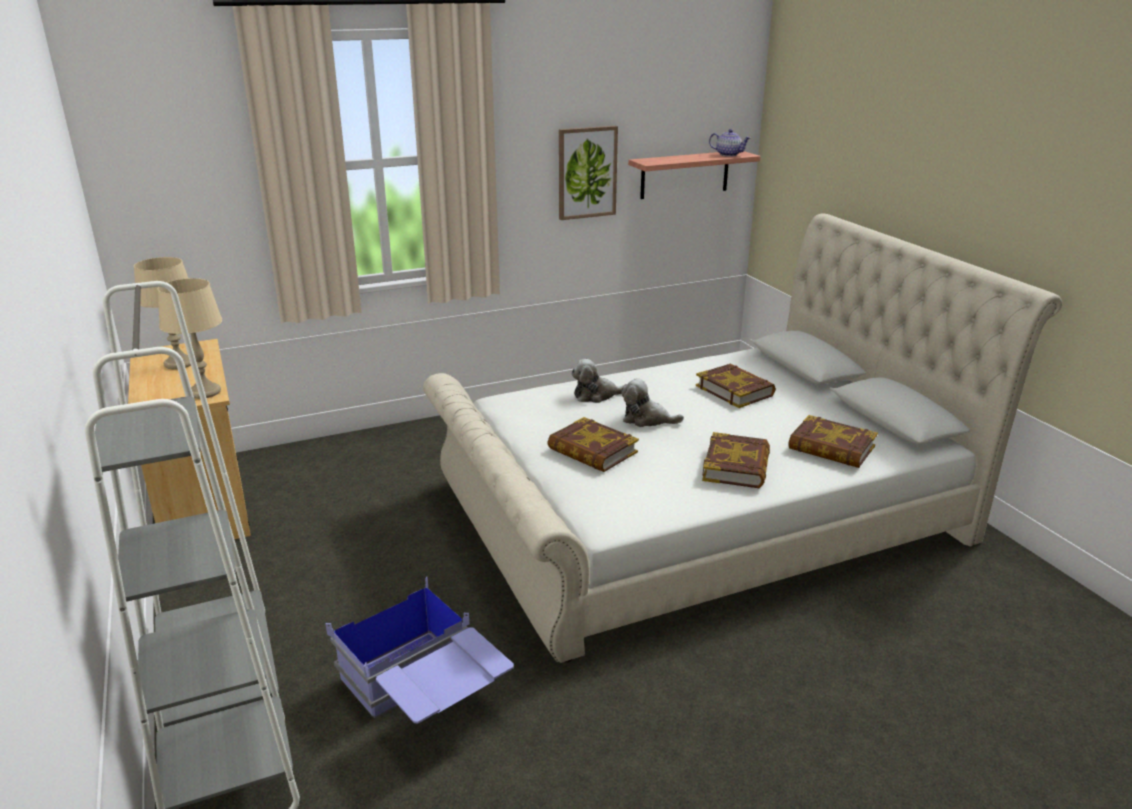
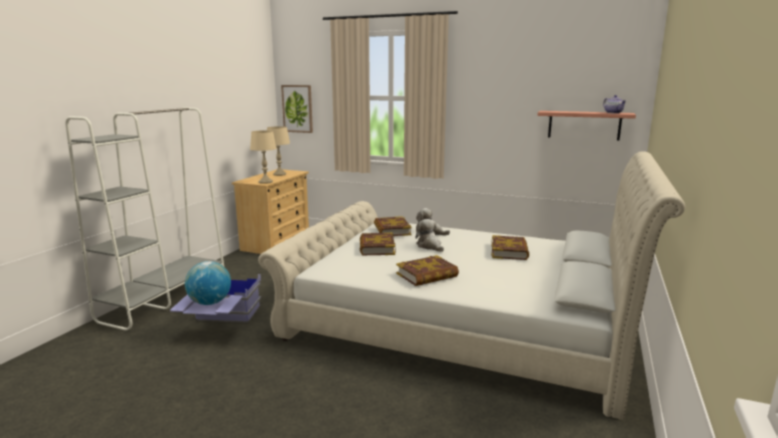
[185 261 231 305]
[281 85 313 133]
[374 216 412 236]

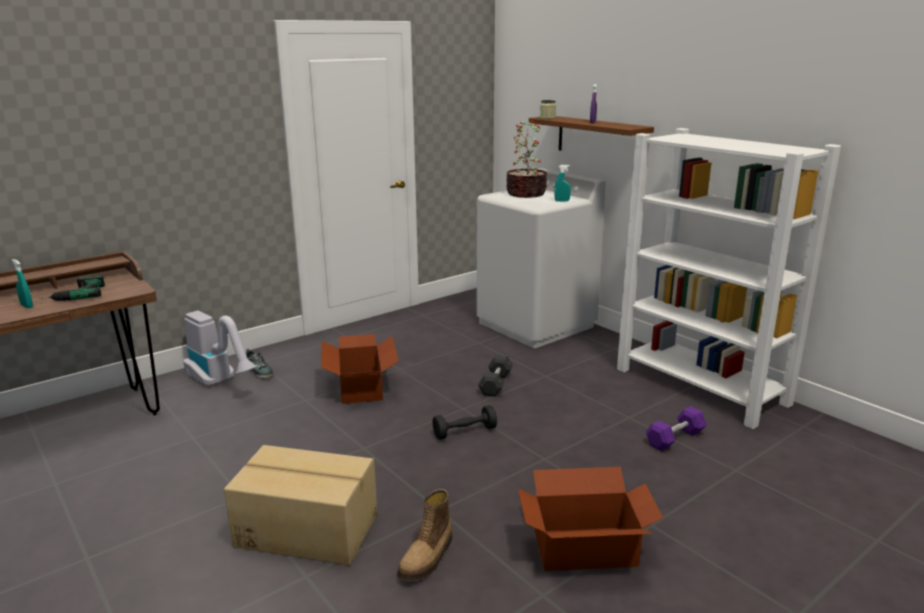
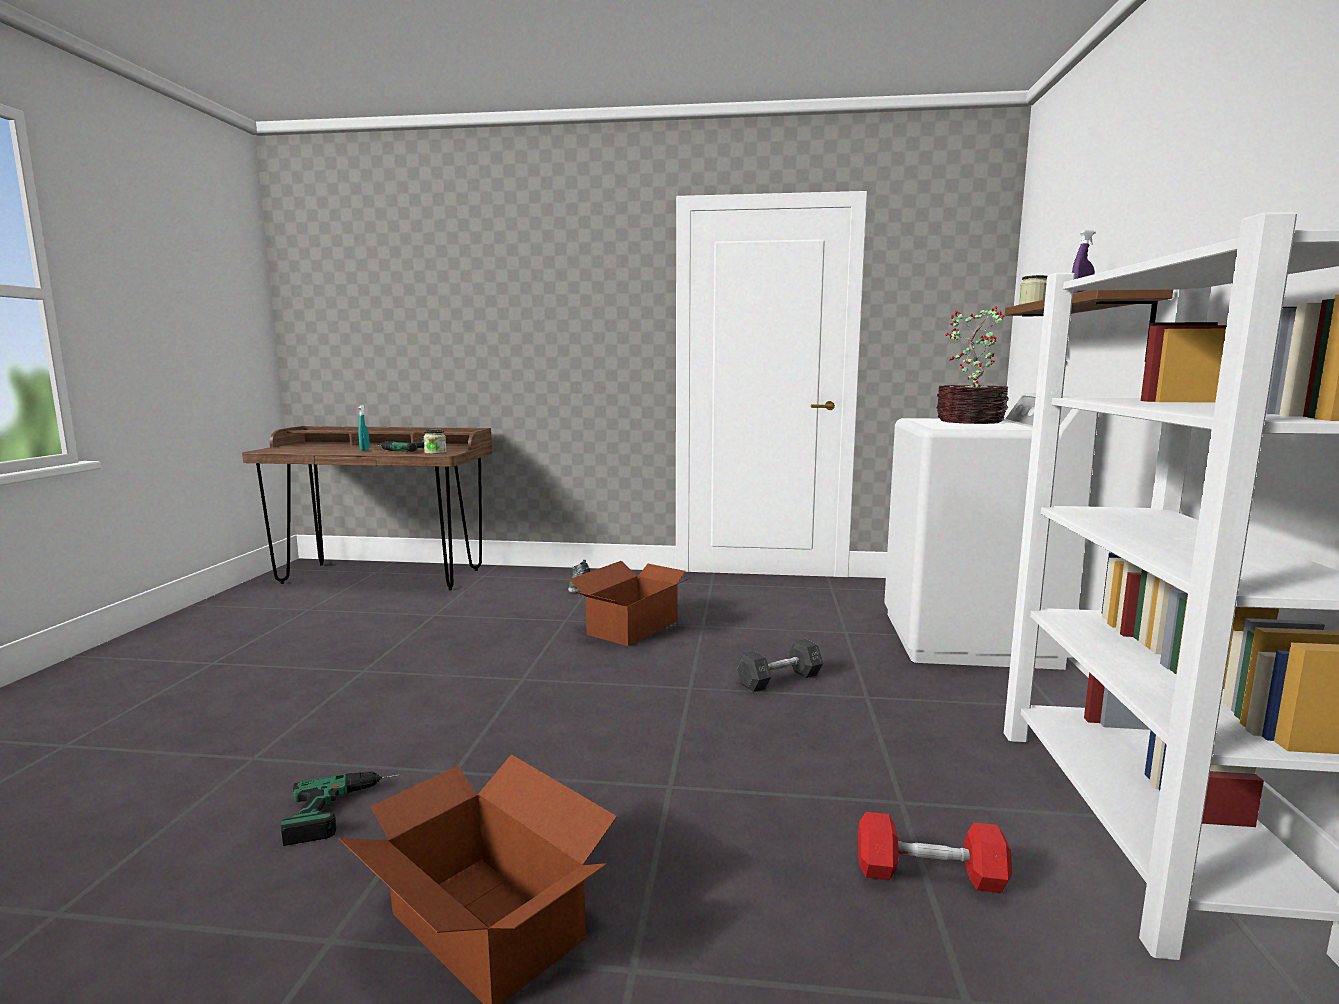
[183 311 258 387] (first image)
[224 445 377 565] (first image)
[433 405 497 440] (first image)
[554 165 571 202] (first image)
[424 430 447 454]
[281 772 399 846]
[858 812 1012 893]

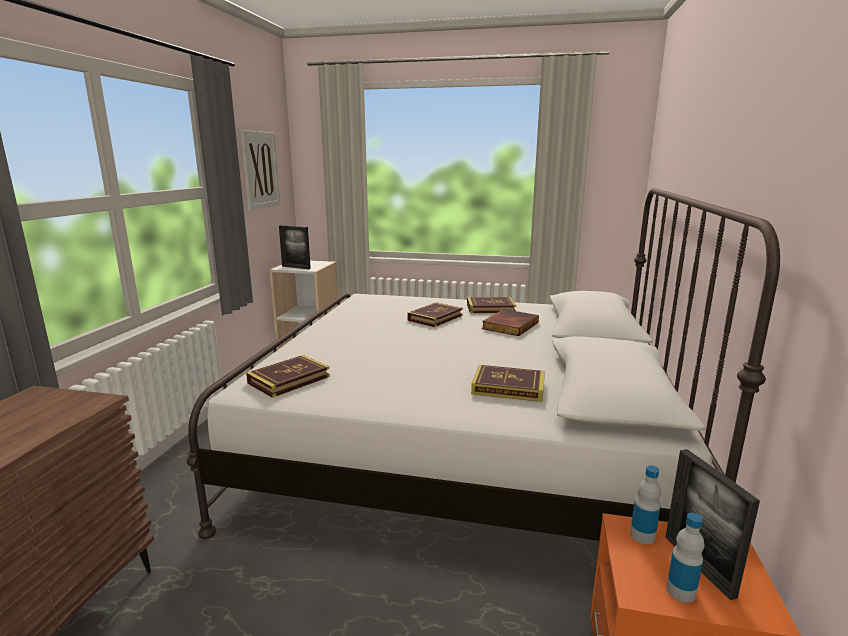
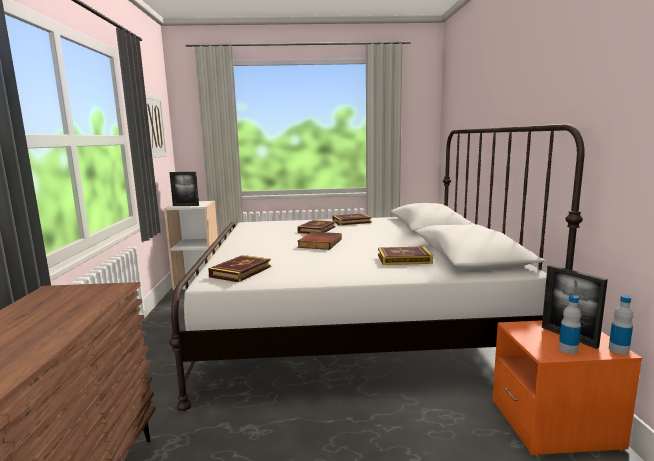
[297 232 342 250]
[609 295 633 355]

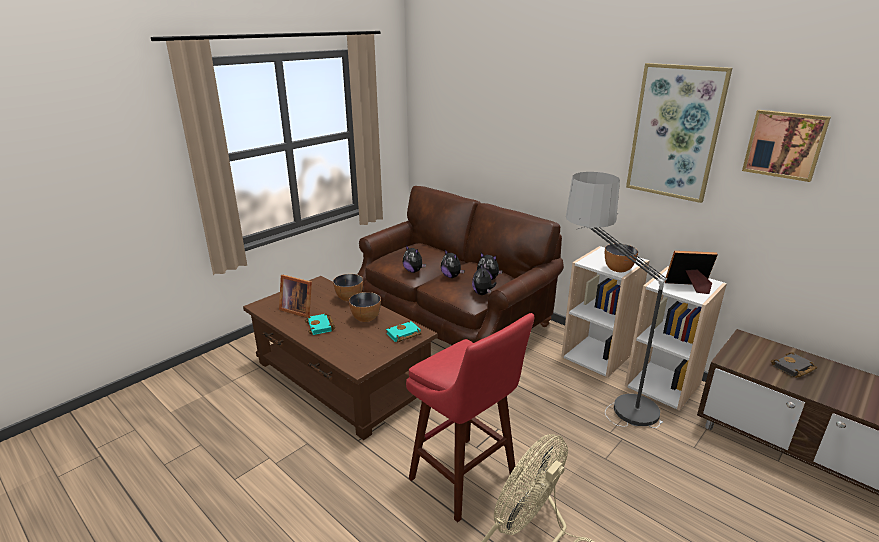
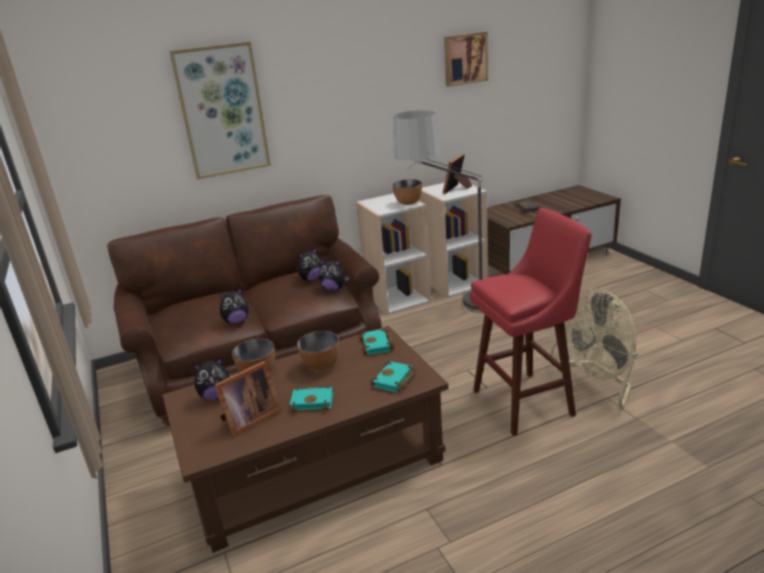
[370 361 416 392]
[194 357 233 400]
[169 41 271 179]

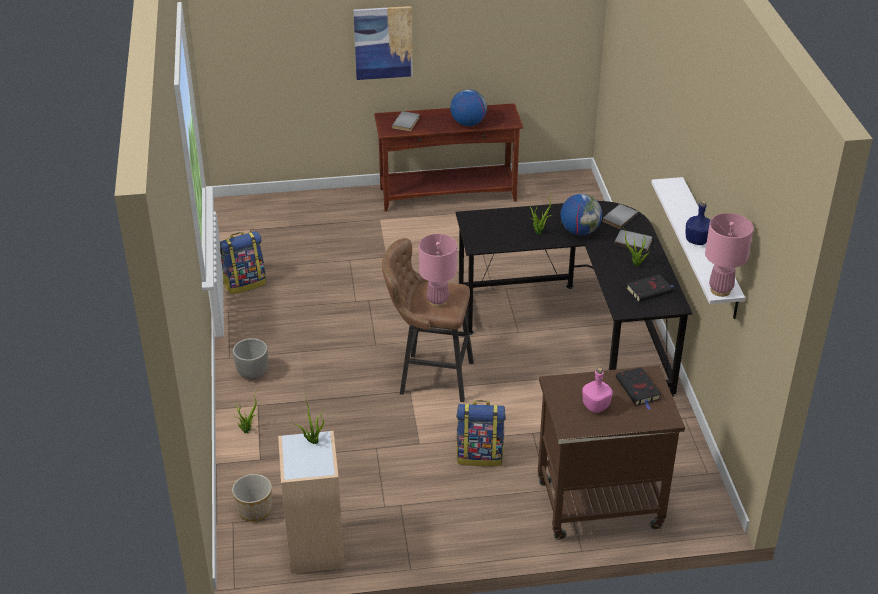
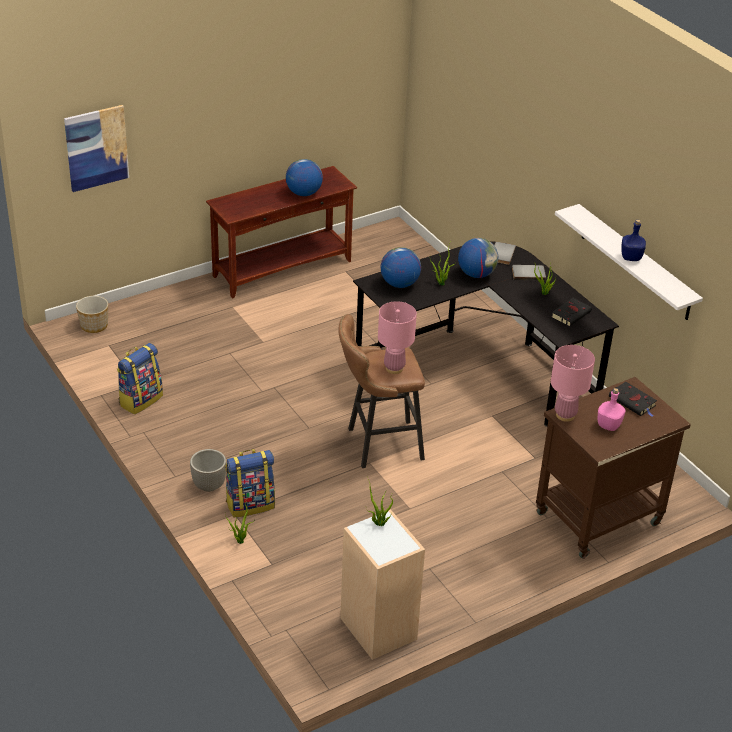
[392 111 420 131] (first image)
[381 247 421 288]
[76 296 108 333]
[64 105 129 192]
[226 449 275 517]
[551 345 595 422]

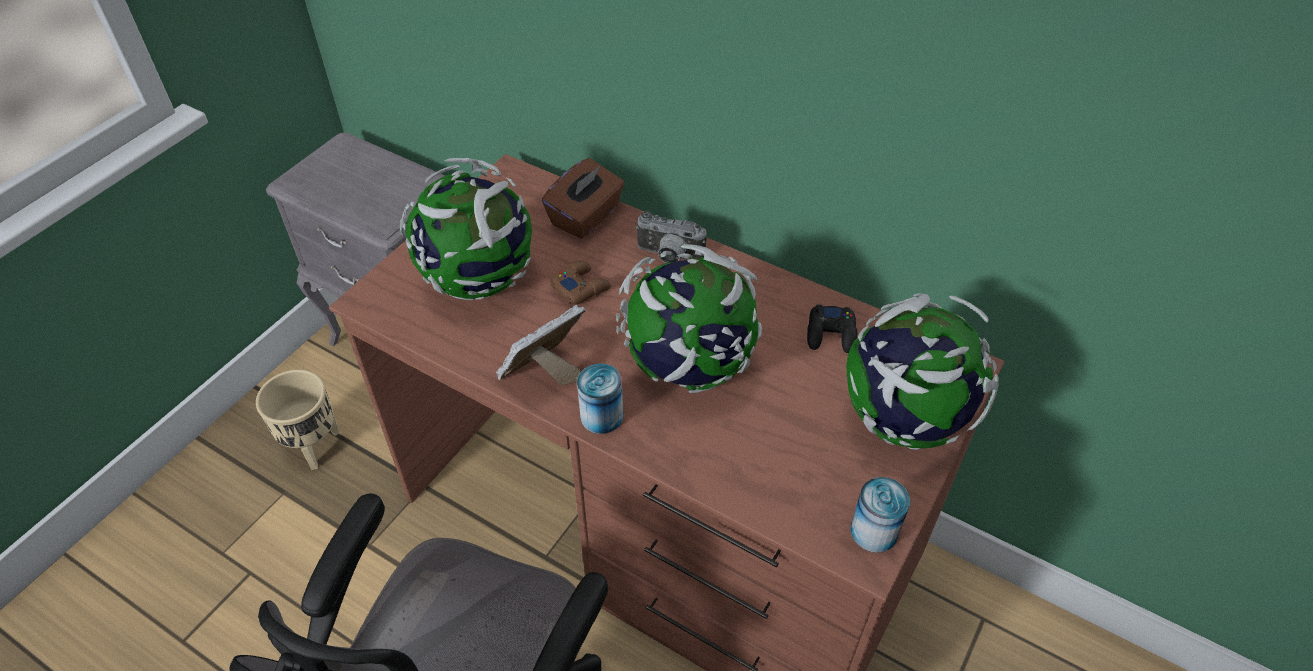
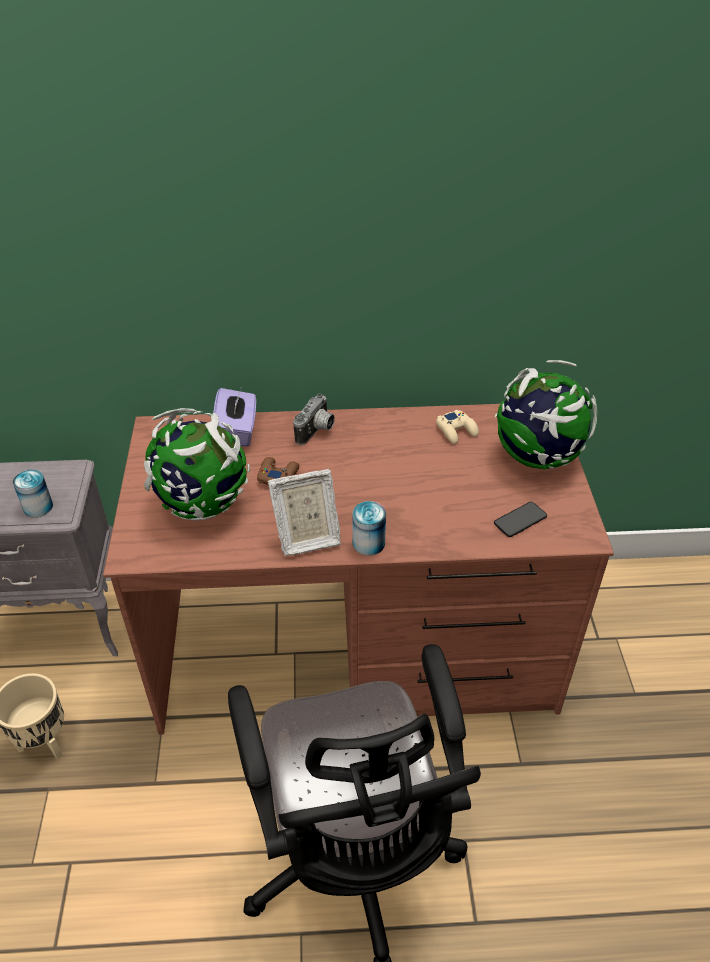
[616 244 762 393] (first image)
[494 502 547 537]
[13 470 53 518]
[213 388 256 447]
[436 410 479 444]
[268 469 341 556]
[293 394 335 445]

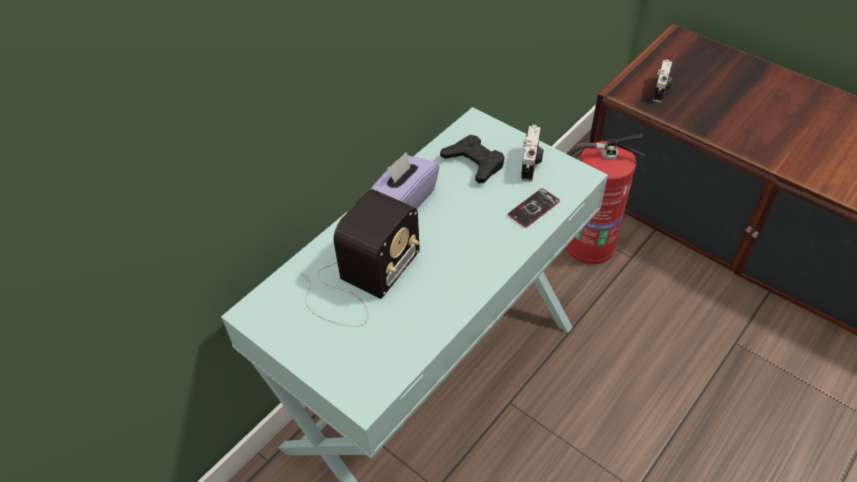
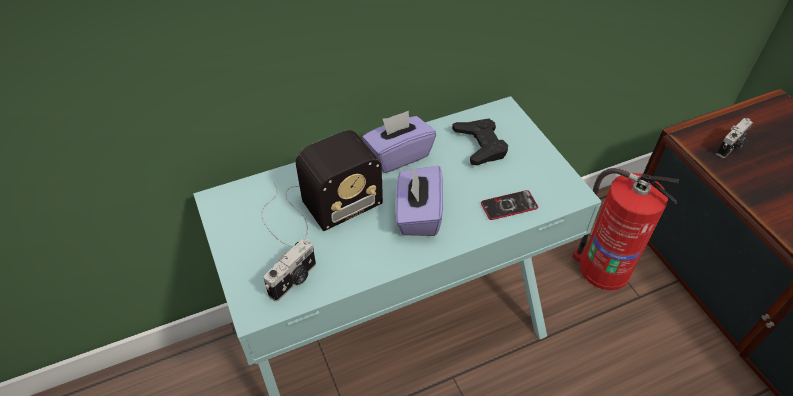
[396 166 443 236]
[263 239 316 302]

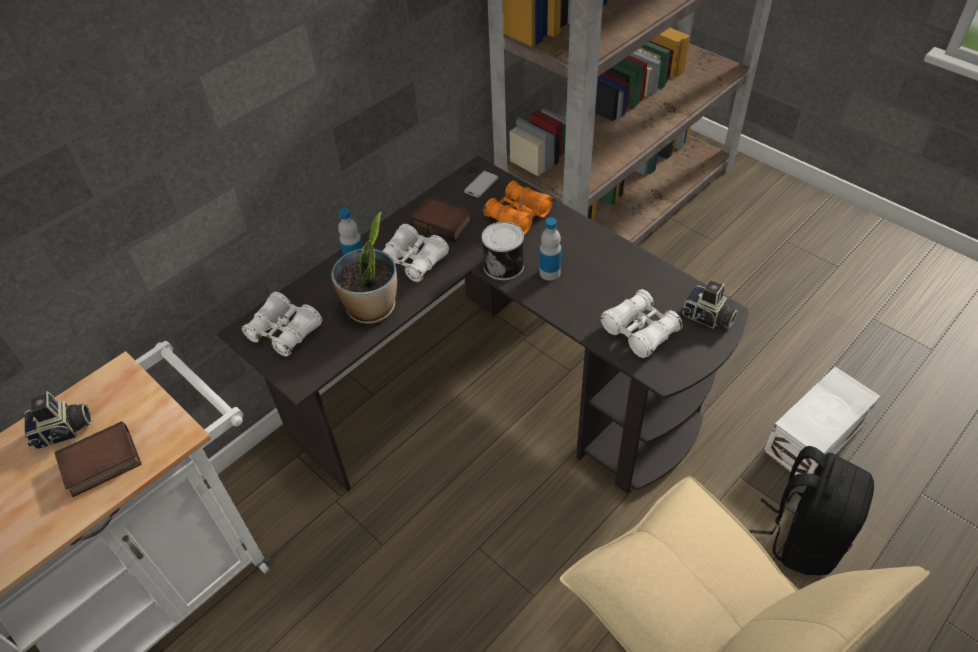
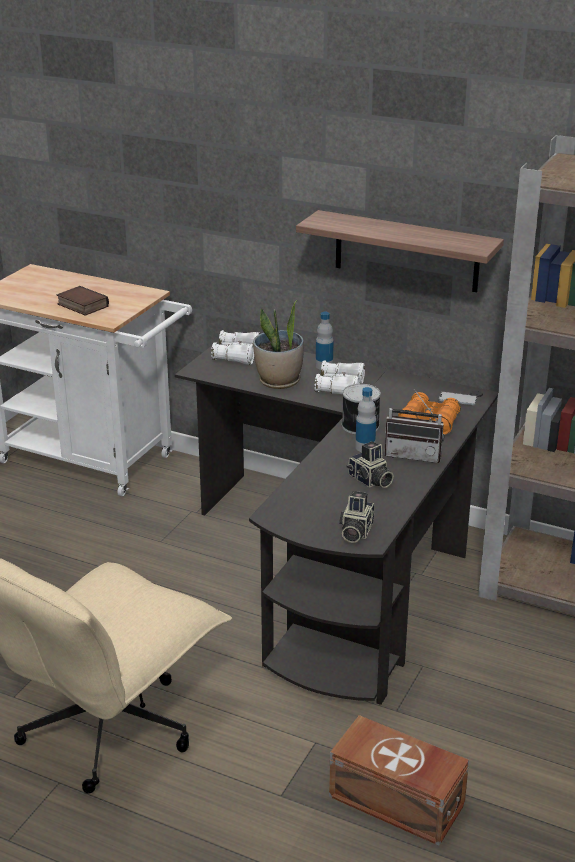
[410 198 471 242] (first image)
[600 289 683 358] (first image)
[750 446 874 575] (first image)
[296 210 504 292]
[385 389 445 463]
[347 441 394 488]
[329 715 469 846]

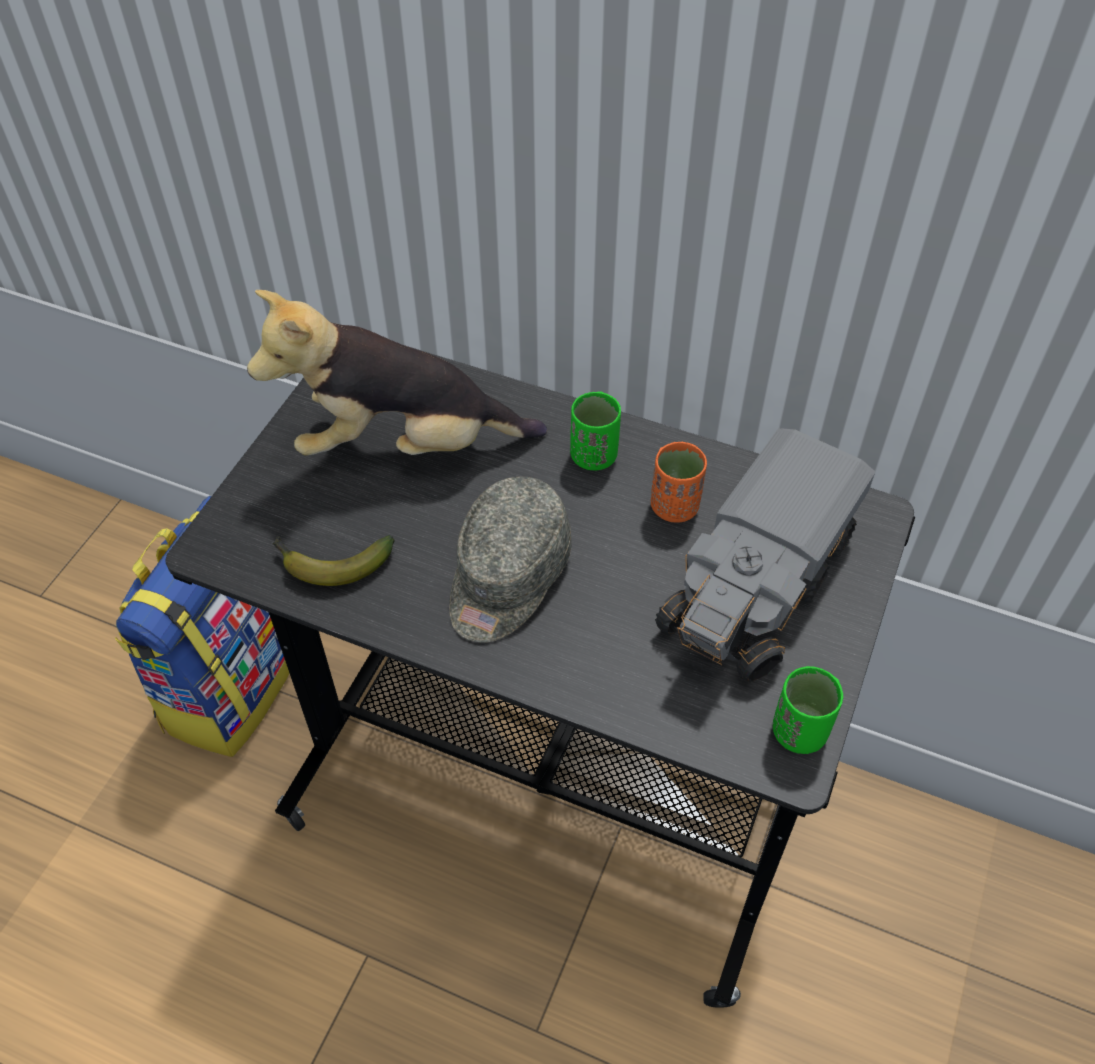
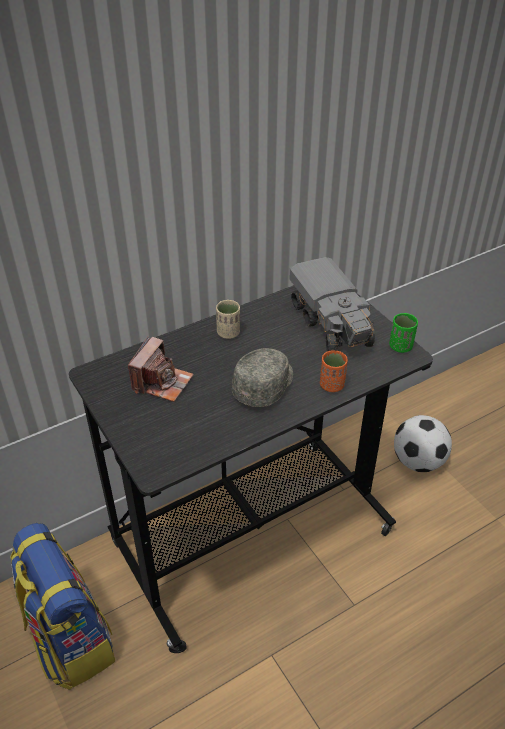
[272 535 394 586] (first image)
[394 415 452 472]
[320 351 348 392]
[128 336 194 402]
[216 300 240 339]
[232 348 293 407]

